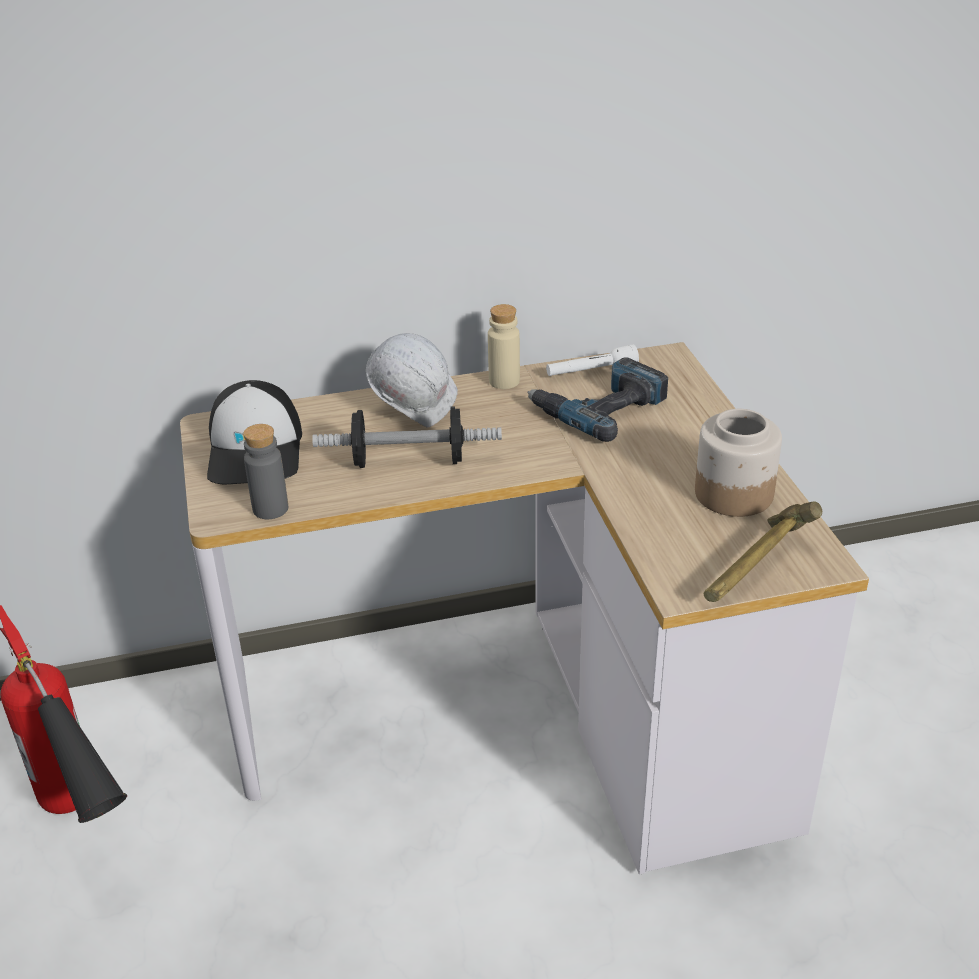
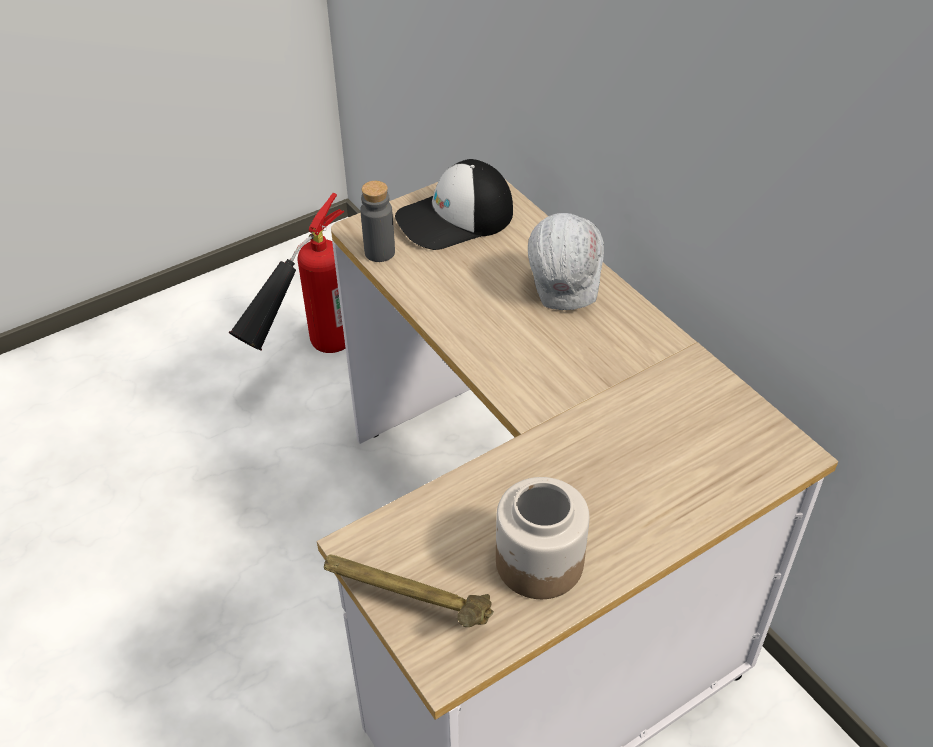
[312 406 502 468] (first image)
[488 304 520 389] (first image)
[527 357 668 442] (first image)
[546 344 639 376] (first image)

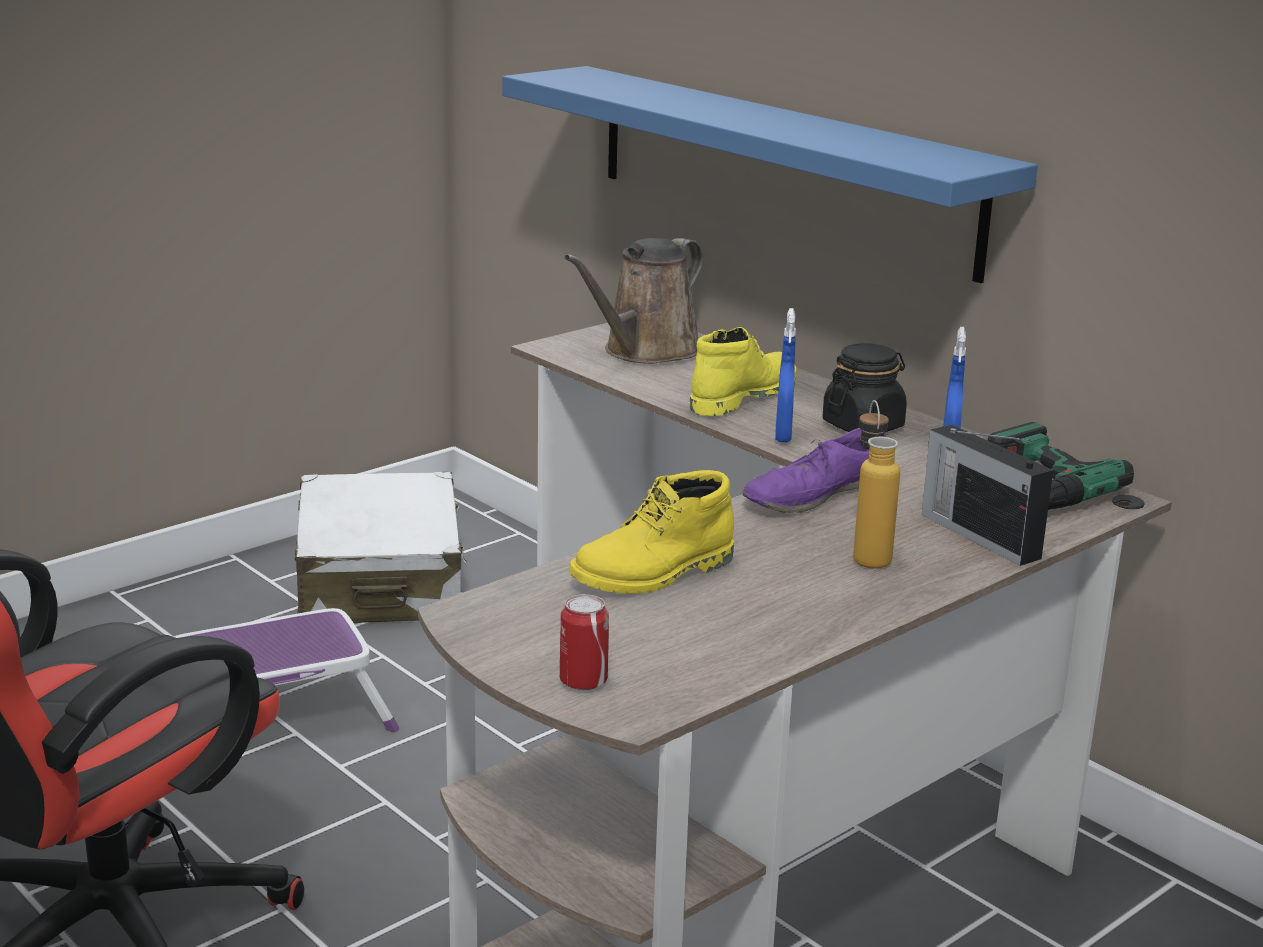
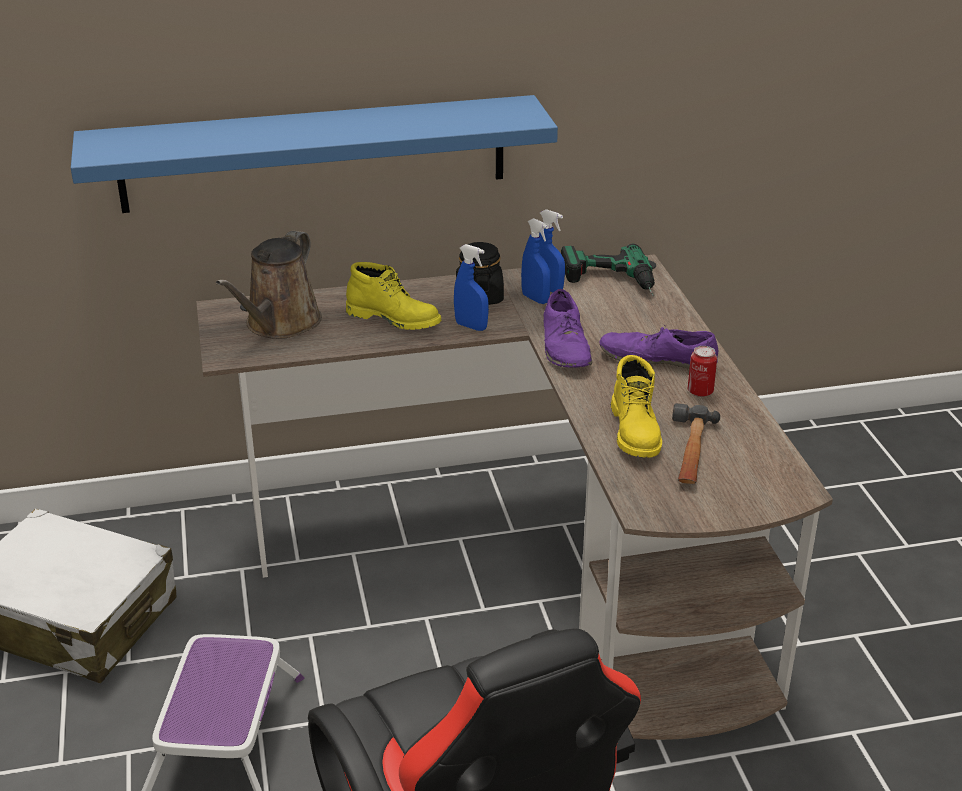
[922 424 1053 566] (first image)
[521 218 551 304]
[672 403 720 484]
[688 346 717 397]
[599 325 718 369]
[216 231 322 339]
[346 262 441 330]

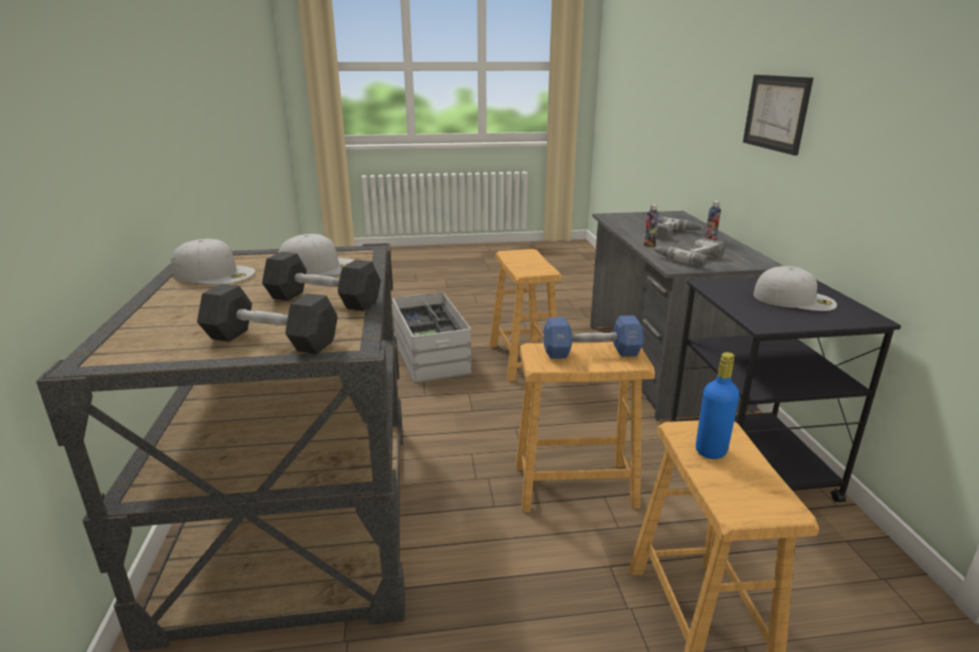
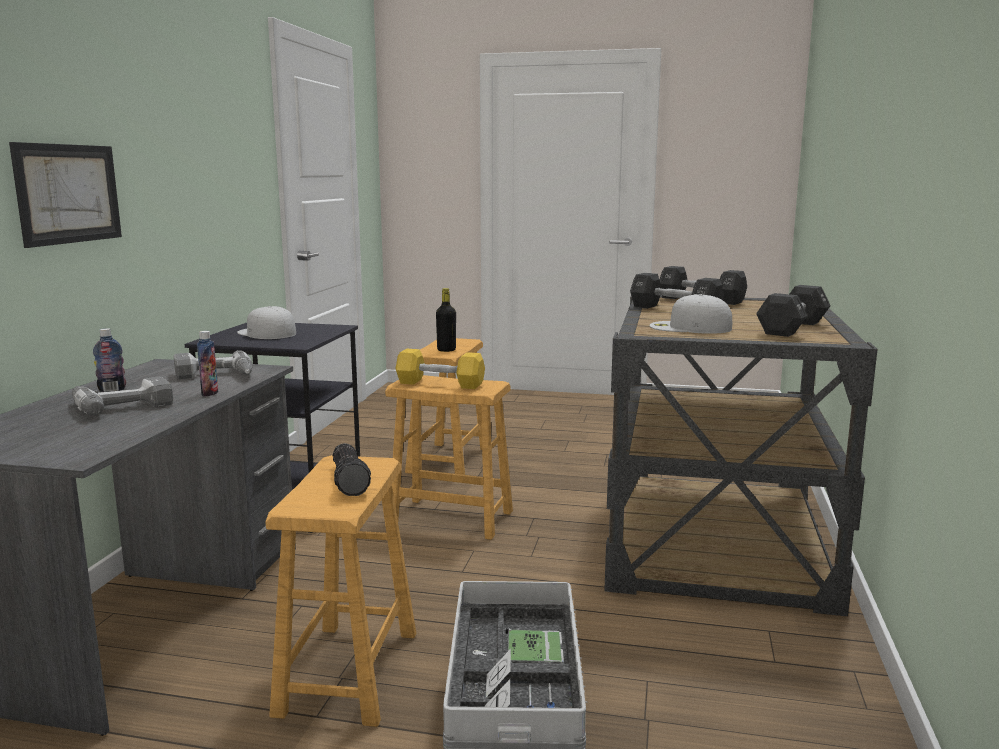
[333 443 371 496]
[756 285 830 337]
[395 349 485 389]
[436 288 456 352]

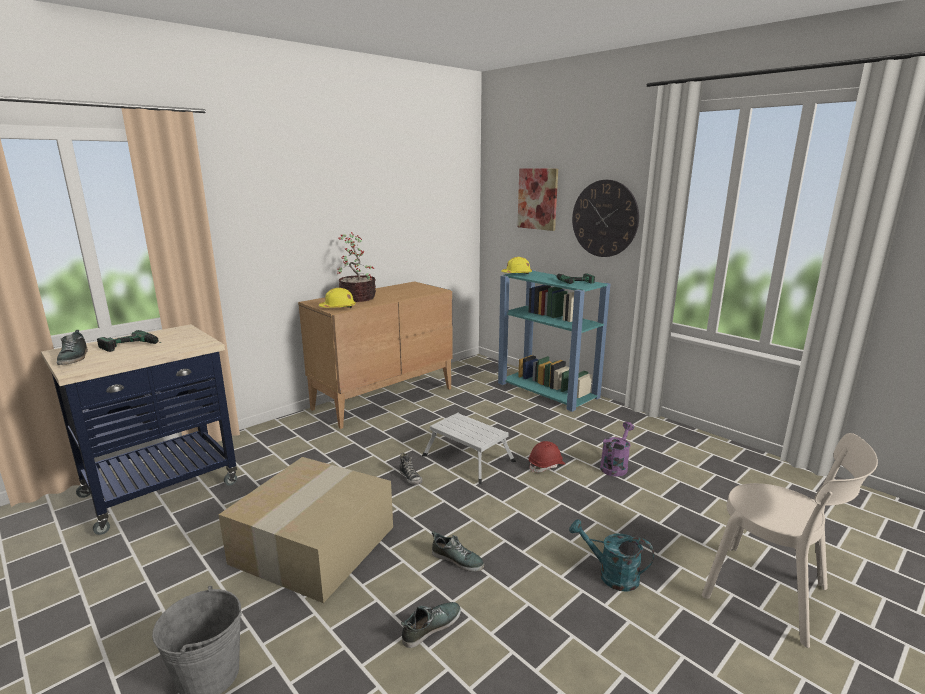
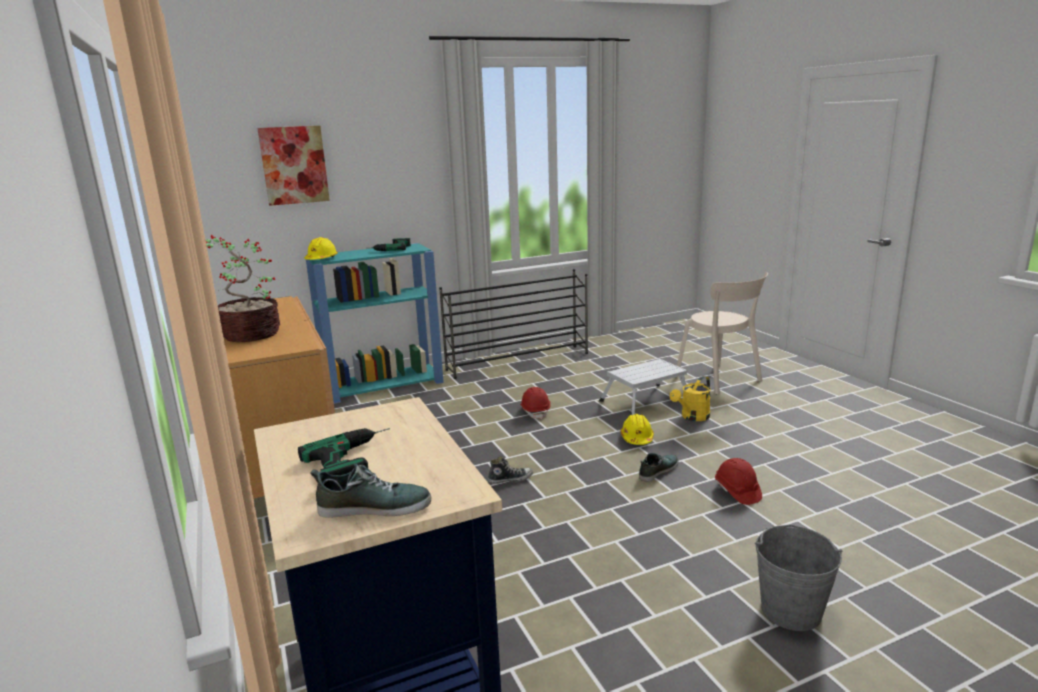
[218 457 393 603] (first image)
[572 180 639 257] (first image)
[600 422 634 476] (first image)
[439 269 588 379]
[621 414 654 445]
[599 359 687 415]
[715 458 762 505]
[670 376 711 421]
[677 272 768 394]

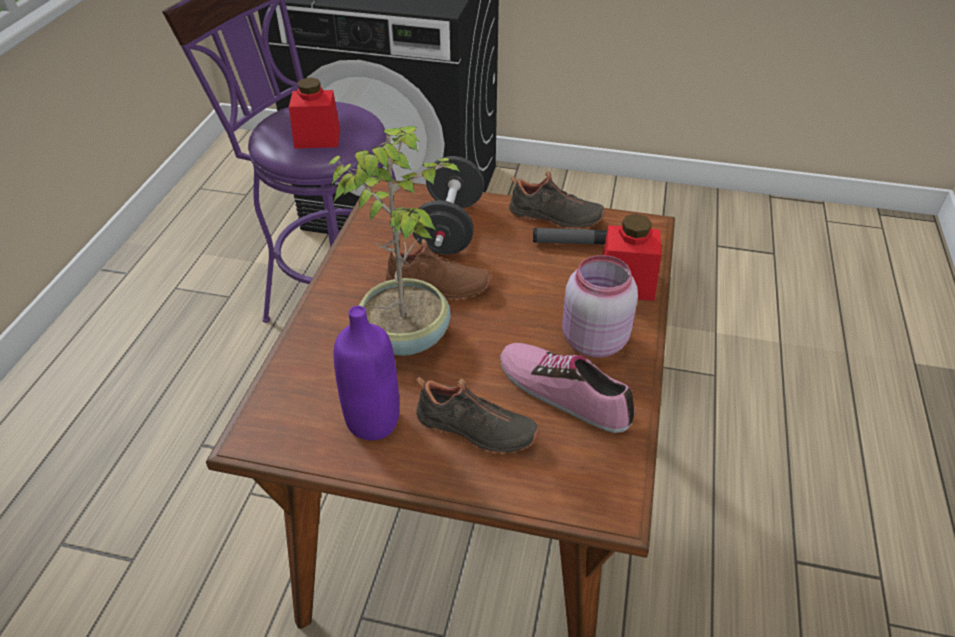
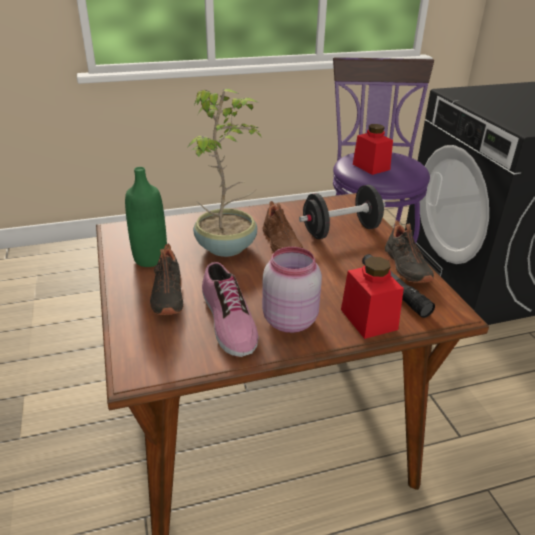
[125 167 167 267]
[202 262 259 357]

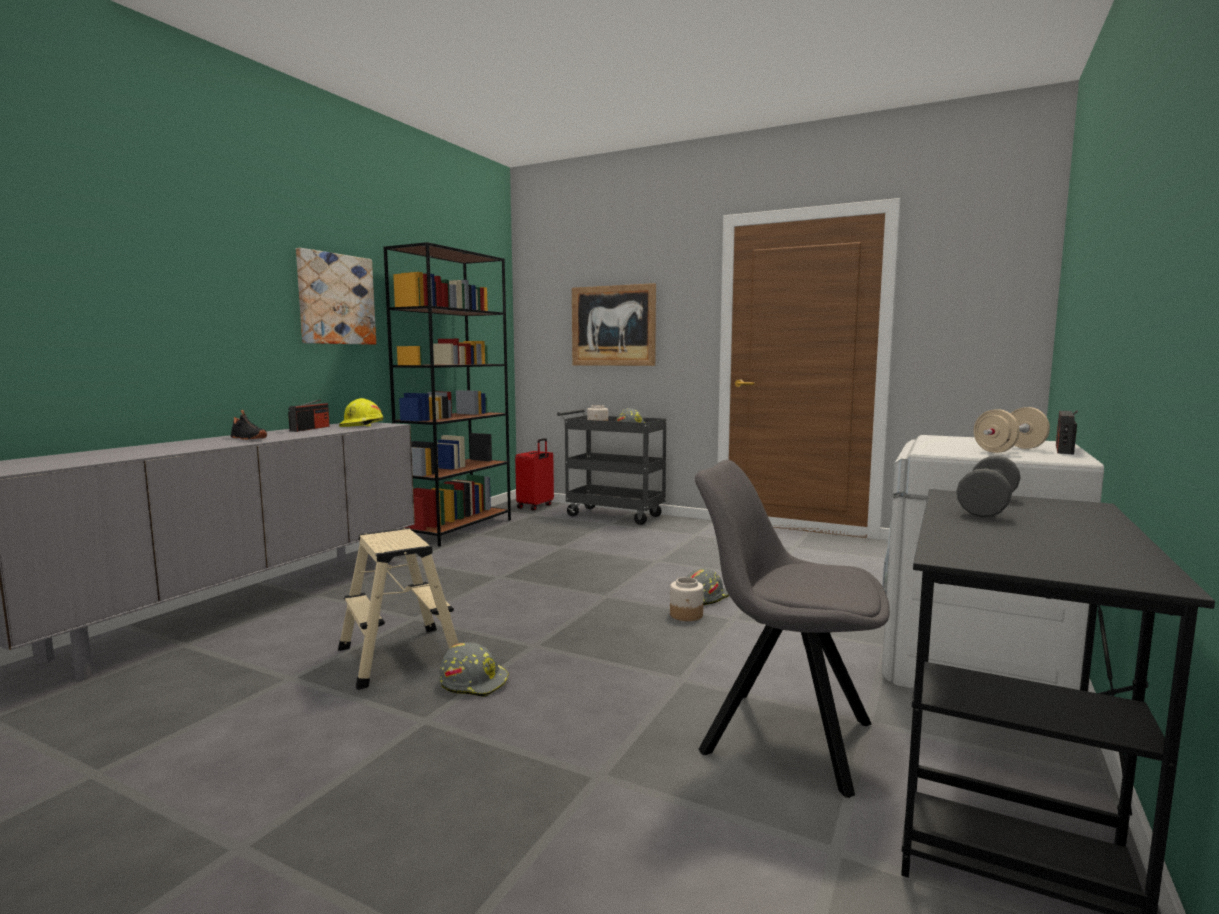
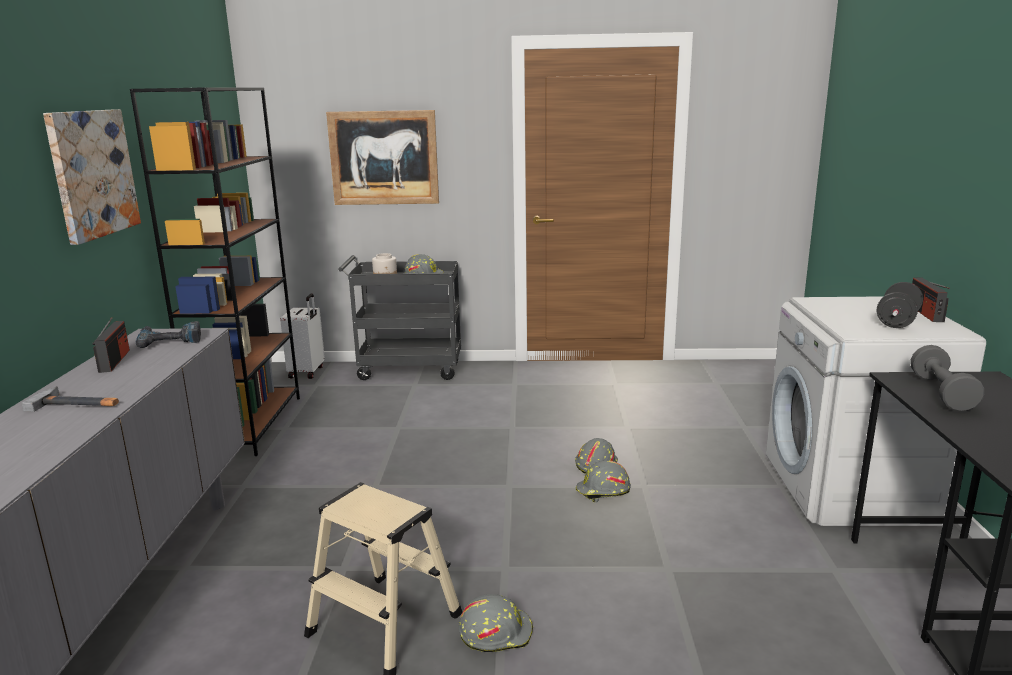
[695 460 890 798] (first image)
[21 386 119 412]
[135 321 201 348]
[576 461 631 502]
[280 293 325 379]
[877 282 923 328]

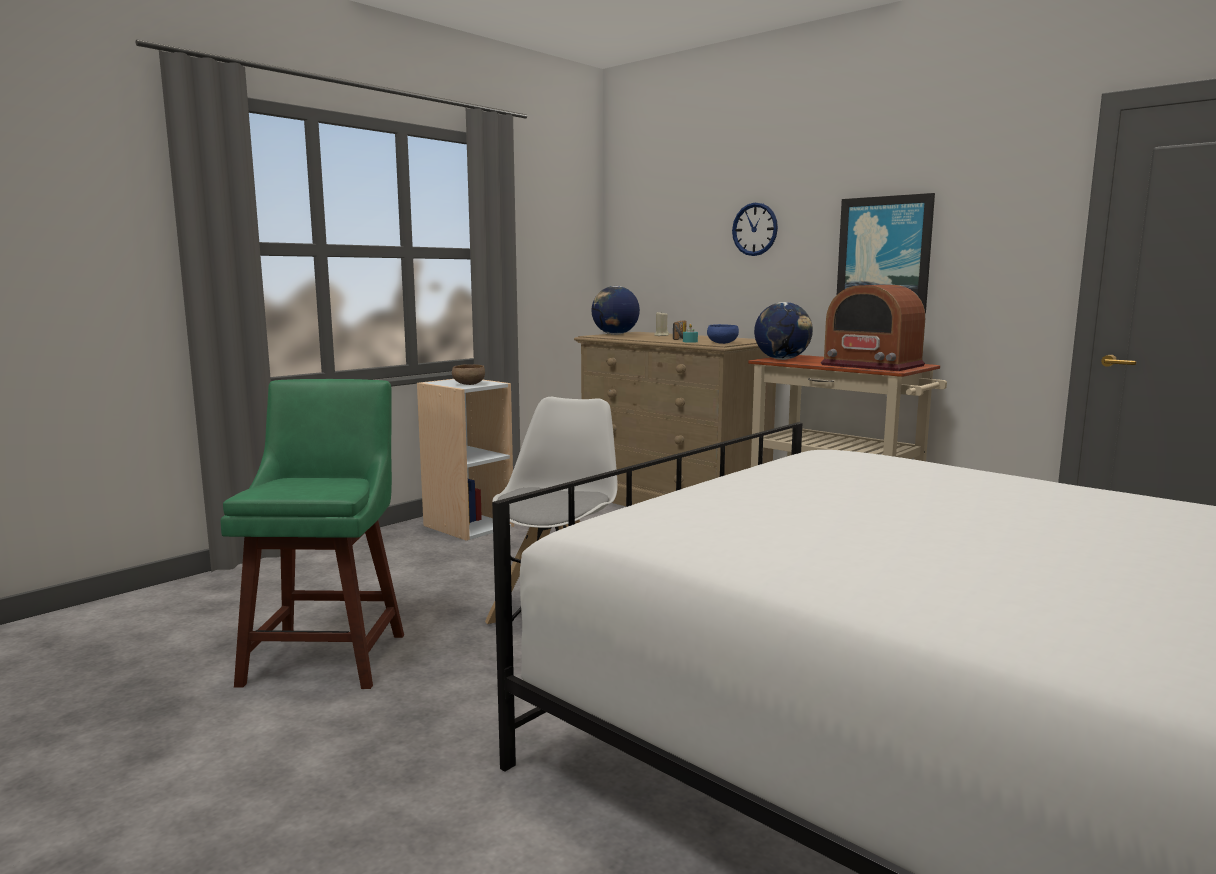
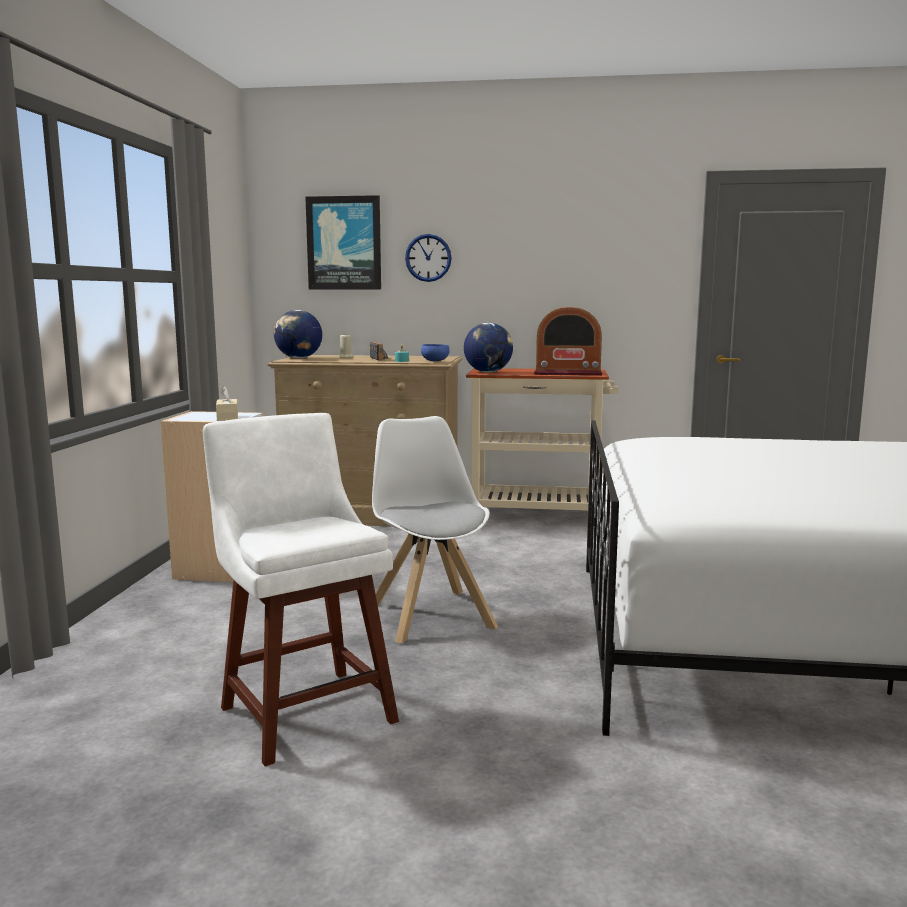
[305 195 381 289]
[216 386 238 421]
[203 413 399 766]

